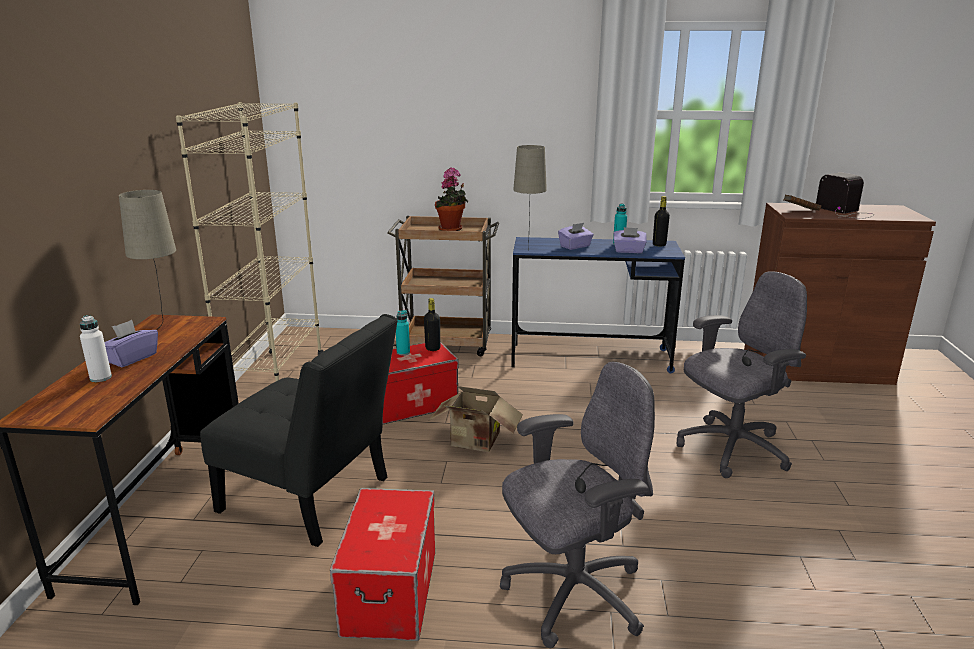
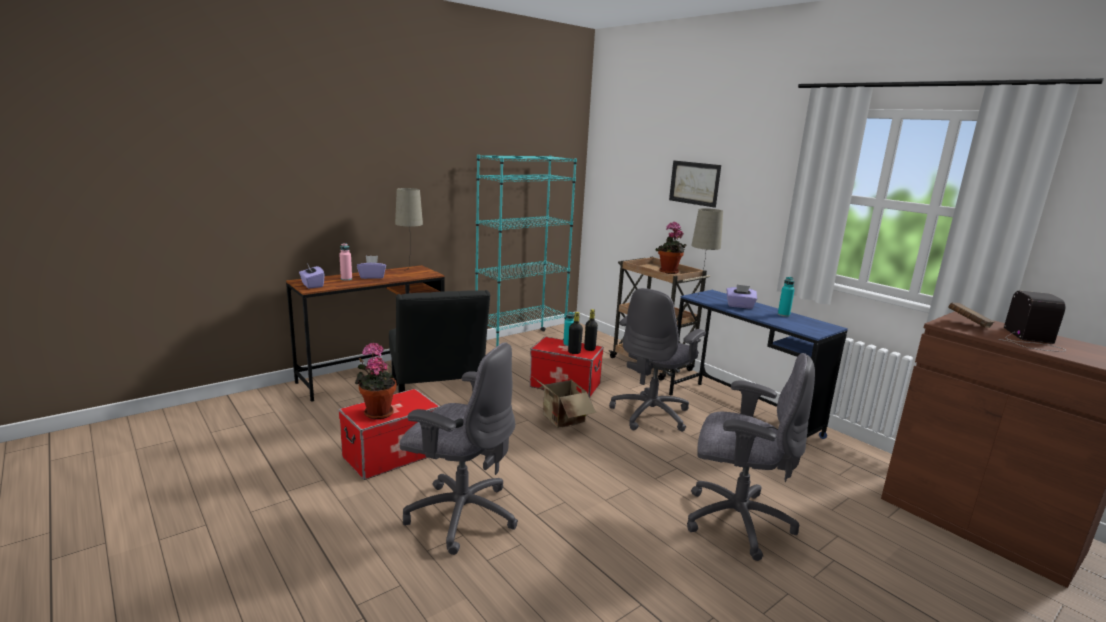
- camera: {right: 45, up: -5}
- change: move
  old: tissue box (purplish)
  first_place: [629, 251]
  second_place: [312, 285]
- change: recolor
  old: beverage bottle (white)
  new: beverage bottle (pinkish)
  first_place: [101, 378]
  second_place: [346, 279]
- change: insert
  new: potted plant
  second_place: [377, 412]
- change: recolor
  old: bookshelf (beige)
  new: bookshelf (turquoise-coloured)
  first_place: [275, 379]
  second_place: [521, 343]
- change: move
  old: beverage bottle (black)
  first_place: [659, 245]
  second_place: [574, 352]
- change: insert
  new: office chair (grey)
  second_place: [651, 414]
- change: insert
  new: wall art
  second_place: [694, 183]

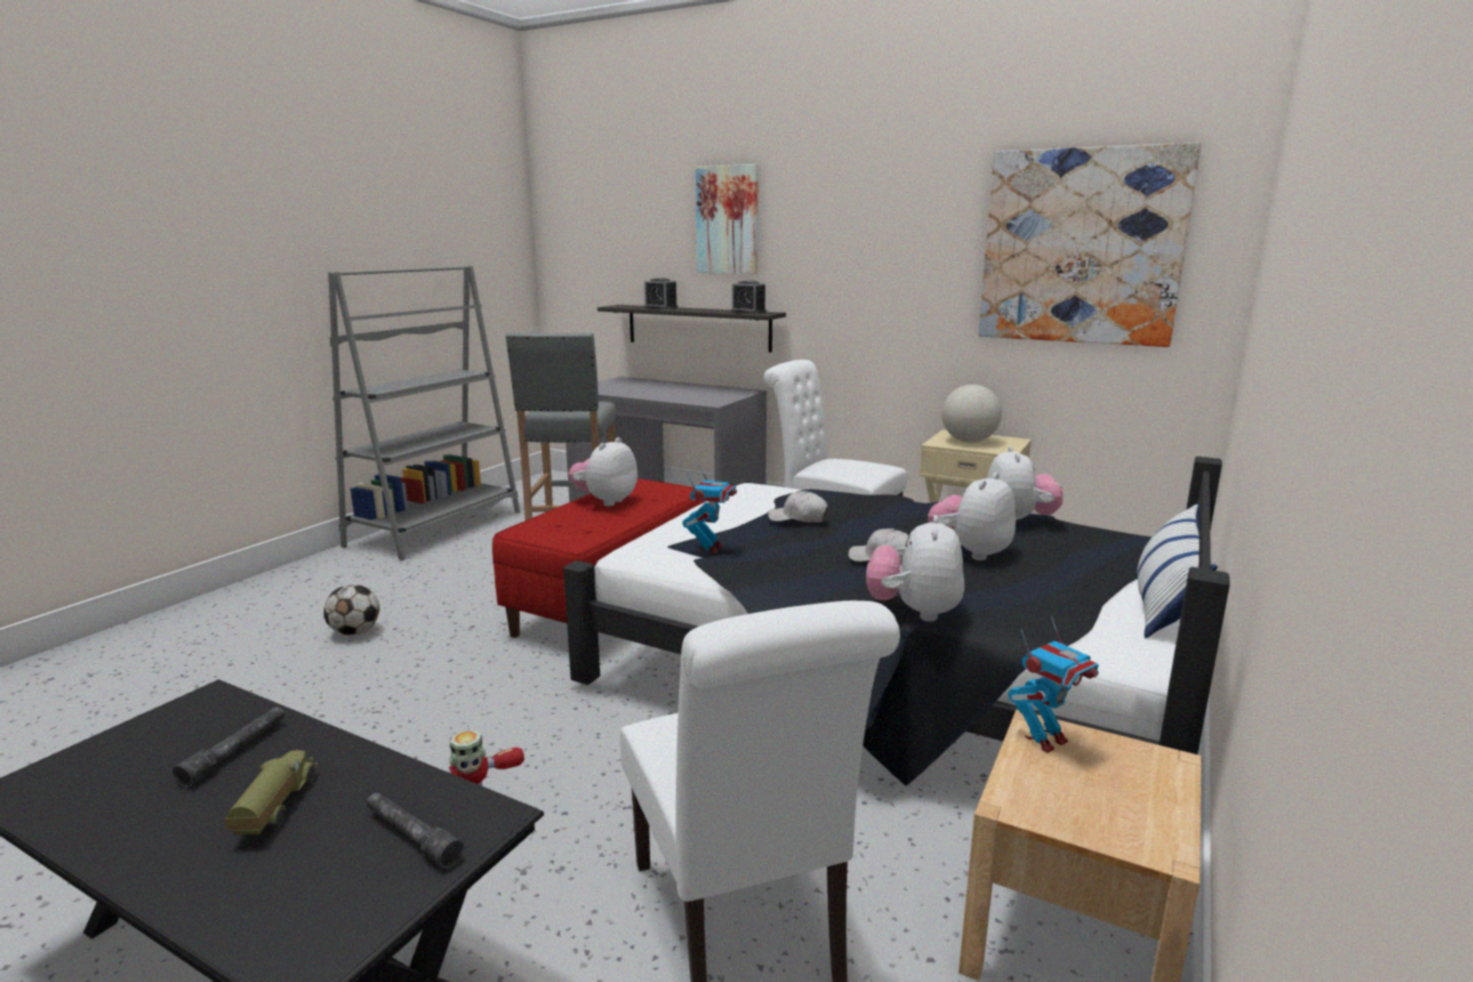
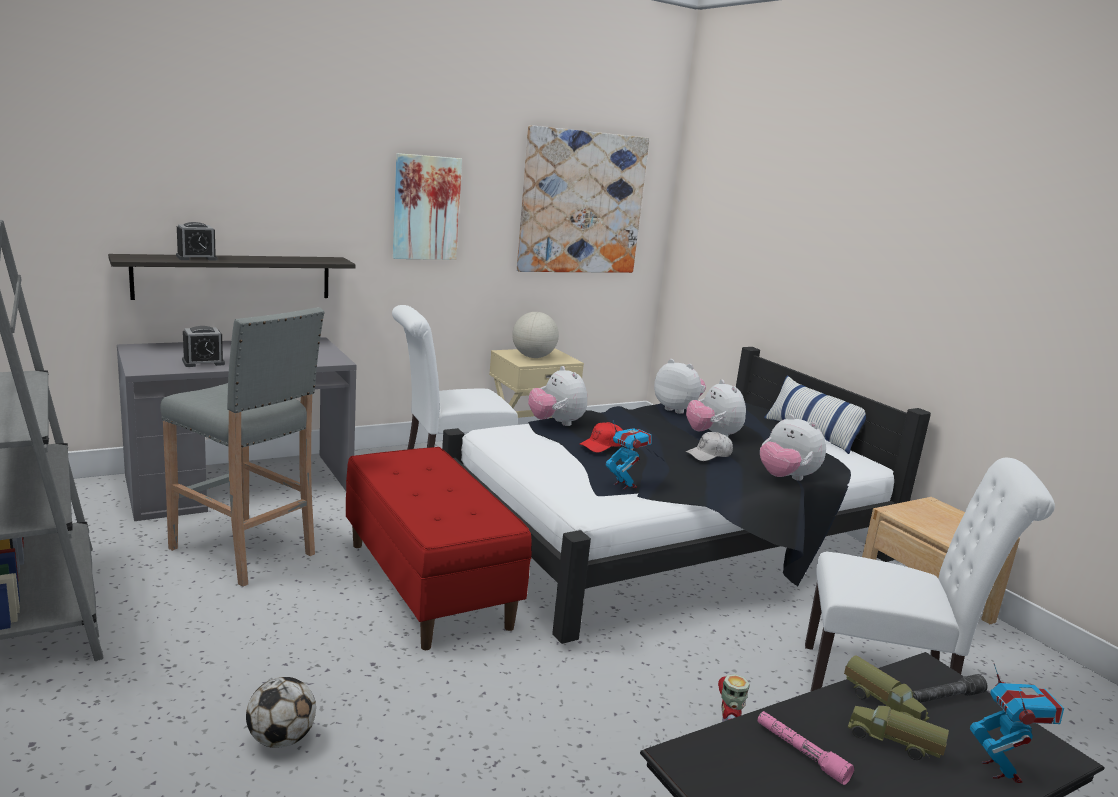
- camera: {right: -60, up: 0}
- change: move
  old: table clock
  first_place: [748, 312]
  second_place: [203, 362]
- change: move
  old: wall art
  first_place: [728, 220]
  second_place: [426, 208]
- change: move
  old: cuddly toy
  first_place: [605, 501]
  second_place: [556, 423]
- change: recolor
  old: baseball cap (white)
  new: baseball cap (red)
  first_place: [798, 518]
  second_place: [602, 445]
- change: recolor
  old: hand torch (grey)
  new: hand torch (pinkish)
  first_place: [236, 752]
  second_place: [800, 753]
- change: insert
  new: toy truck
  second_place: [883, 705]
- change: move
  old: robot figure
  first_place: [1045, 740]
  second_place: [1001, 771]

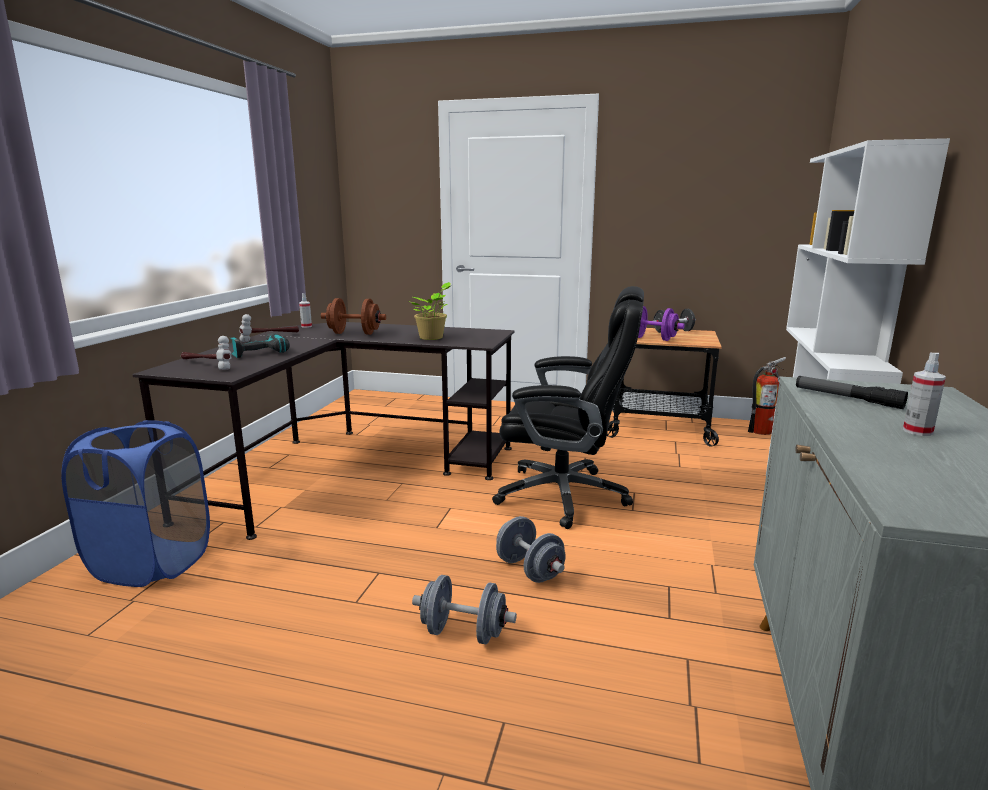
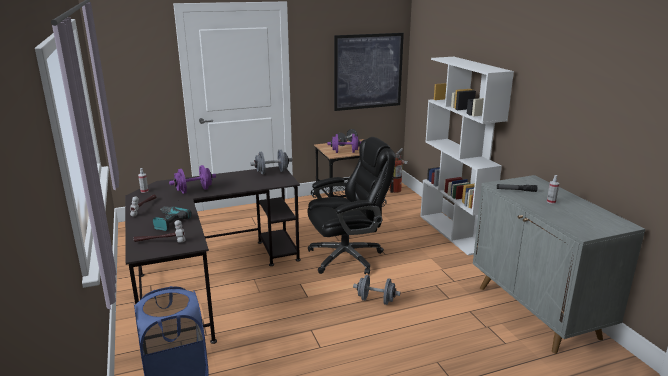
- camera: {right: -35, up: 5}
- change: recolor
  old: dumbbell (brown-coloured)
  new: dumbbell (purplish)
  first_place: [354, 333]
  second_place: [194, 190]
- change: move
  old: dumbbell (grey)
  first_place: [463, 633]
  second_place: [272, 172]
- change: insert
  new: wall art
  second_place: [368, 71]
- change: delete
  old: potted plant
  first_place: [432, 338]

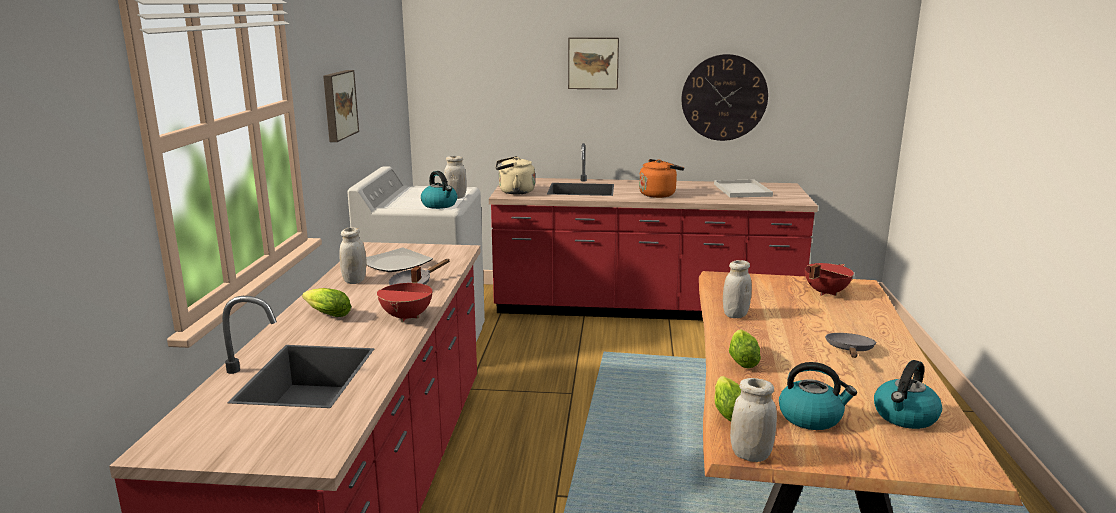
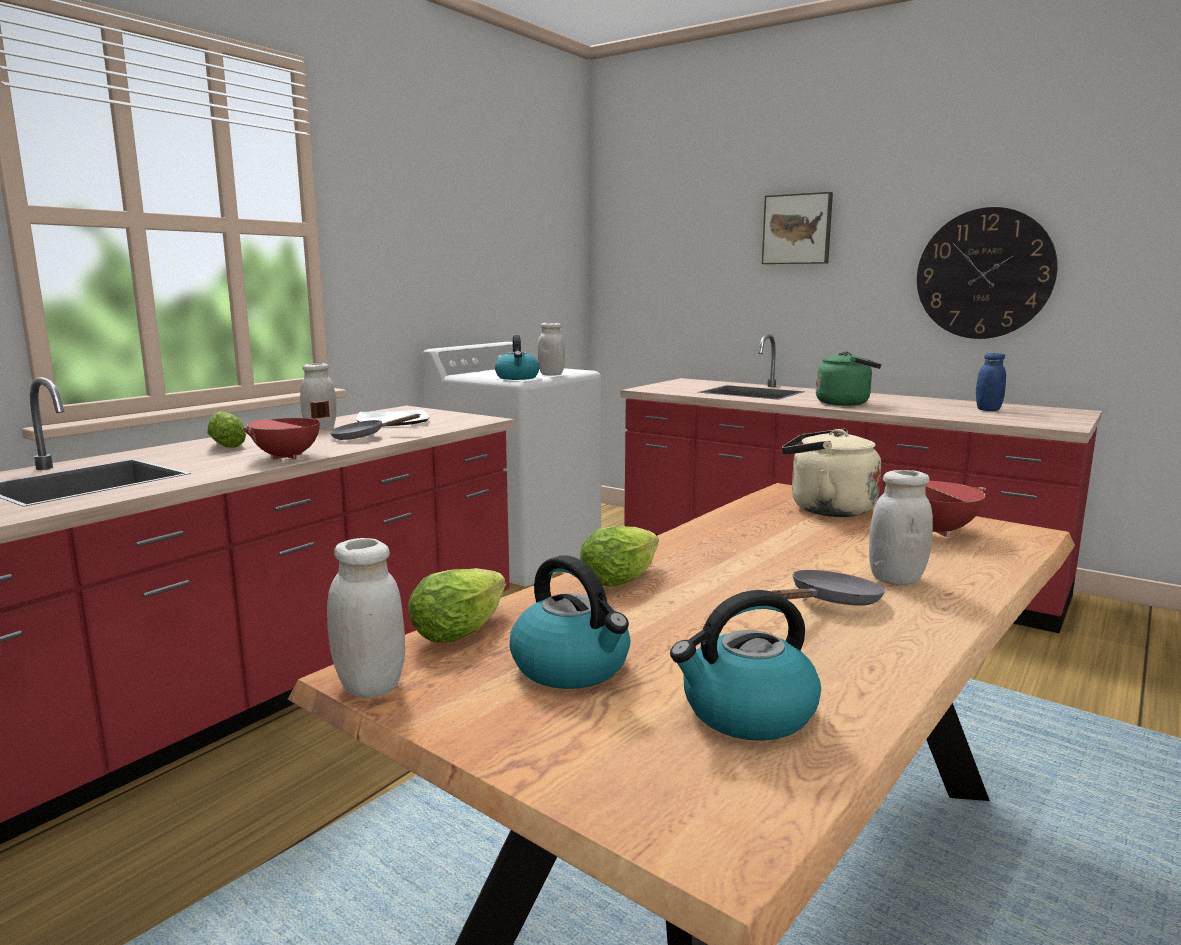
- camera: {right: 30, up: -5}
- change: move
  old: tea kettle (beige)
  first_place: [514, 192]
  second_place: [826, 509]
- change: recolor
  old: tea kettle (orangey)
  new: tea kettle (green)
  first_place: [659, 194]
  second_place: [845, 403]
- change: move
  old: storage jar (white)
  first_place: [735, 315]
  second_place: [896, 579]
- change: replace
  old: serving tray (white)
  new: storage jar (bluish)
  first_place: [743, 190]
  second_place: [988, 409]
- change: delete
  old: wall art
  first_place: [338, 105]

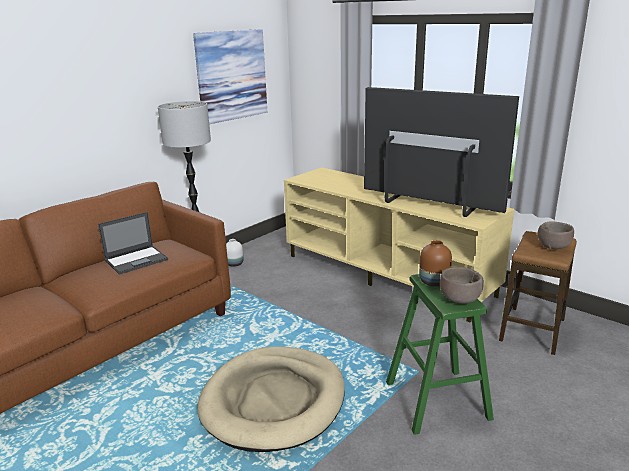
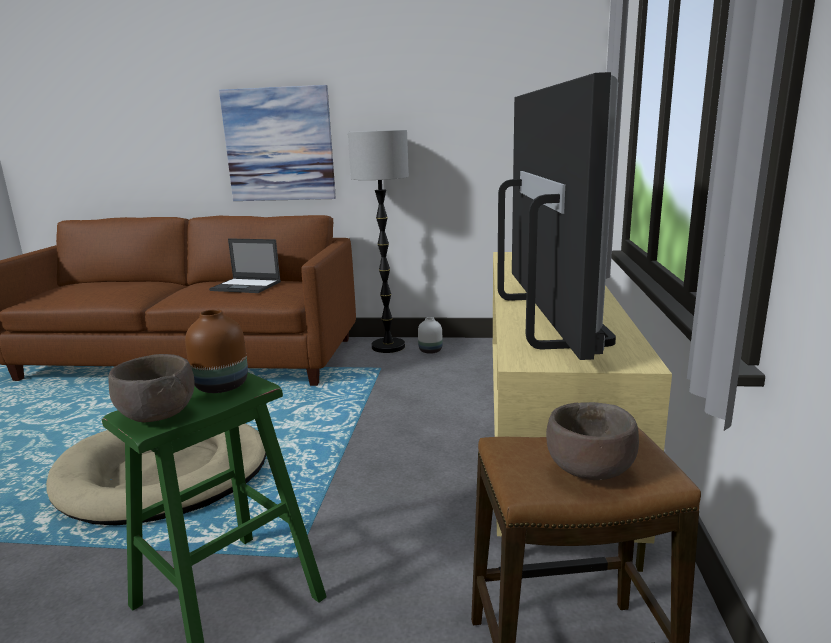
- camera: {right: 55, up: -5}
- change: move
  old: wall art
  first_place: [232, 76]
  second_place: [279, 145]

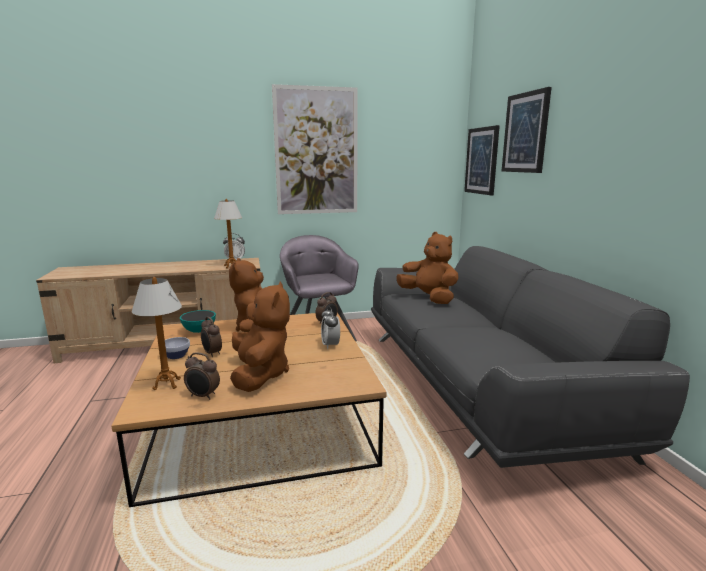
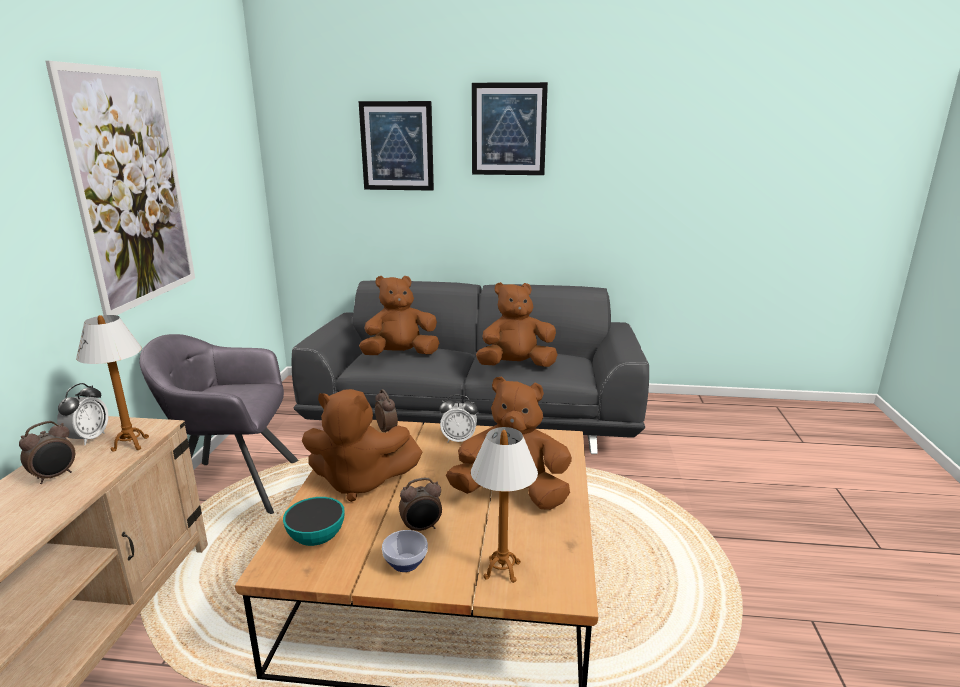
- camera: {right: -70, up: 5}
- change: move
  old: table clock
  first_place: [203, 396]
  second_place: [55, 476]
- change: move
  old: wall art
  first_place: [482, 161]
  second_place: [508, 129]
- change: insert
  new: cuddly toy (brown-coloured)
  second_place: [516, 366]

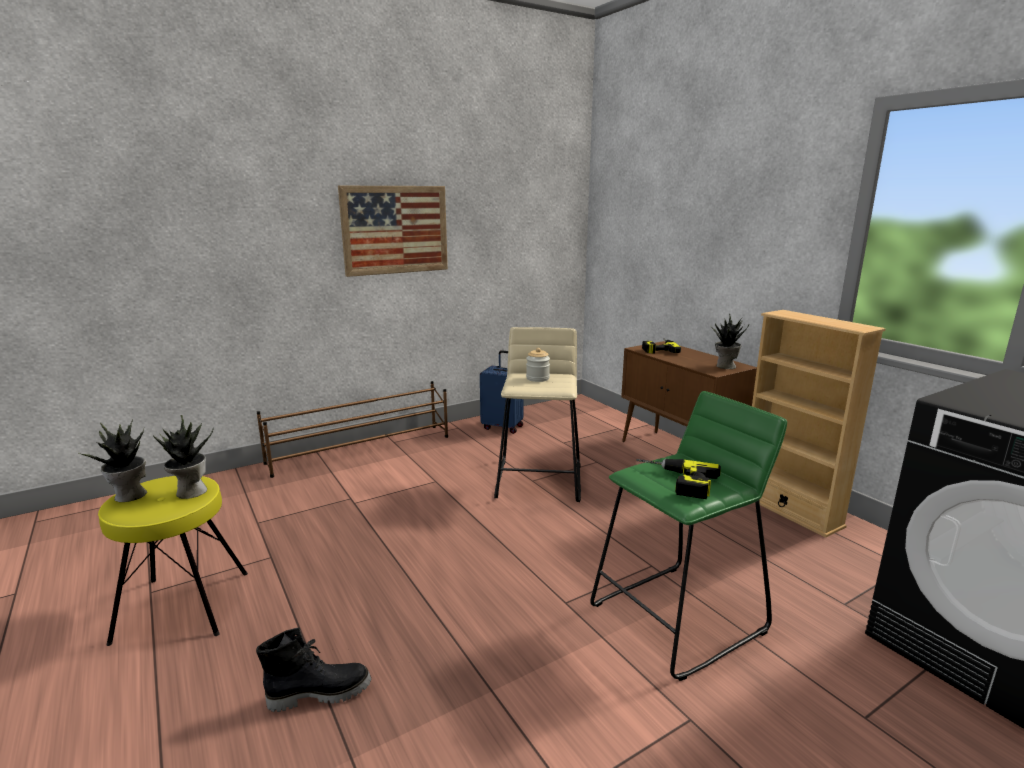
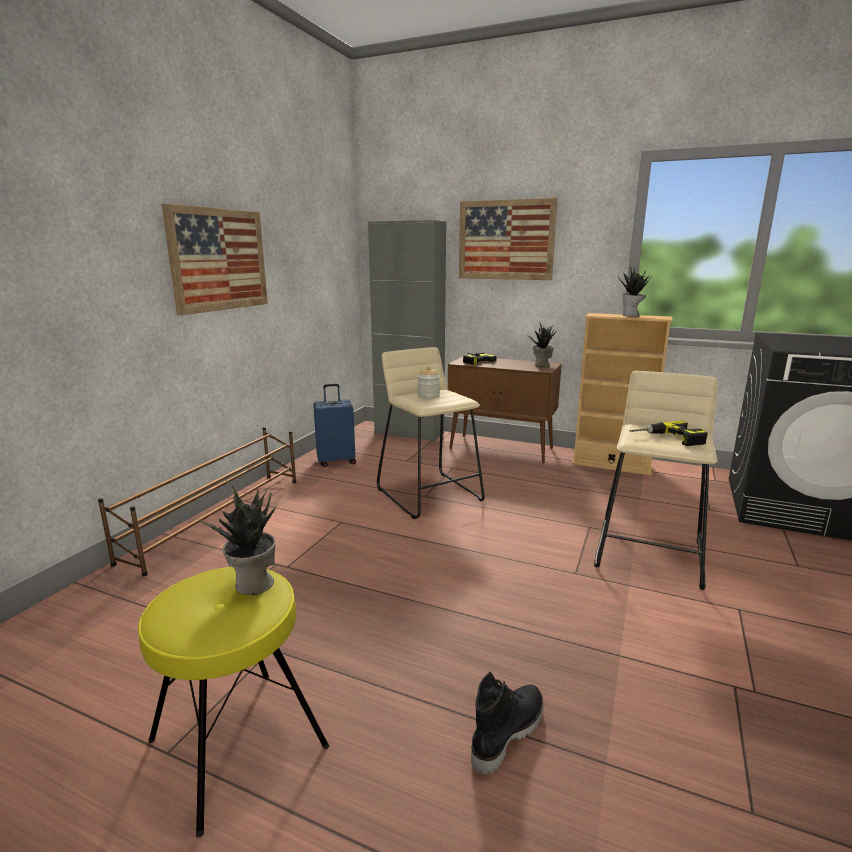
- camera: {right: -35, up: 0}
- change: insert
  new: storage cabinet (grey)
  second_place: [409, 433]
- change: insert
  new: wall art
  second_place: [506, 240]
- change: recolor
  old: stool seat (green)
  new: stool seat (beige)
  first_place: [678, 618]
  second_place: [650, 553]
- change: move
  old: potted plant
  first_place: [129, 496]
  second_place: [631, 315]

